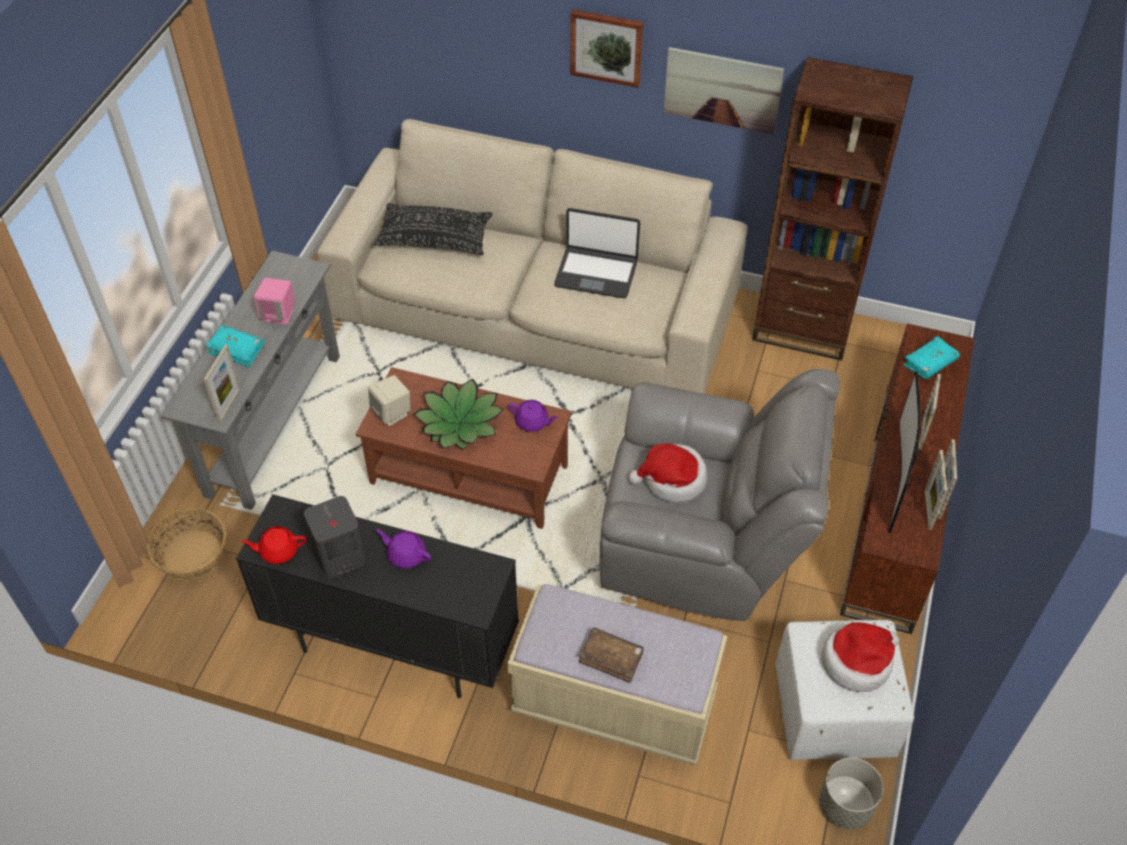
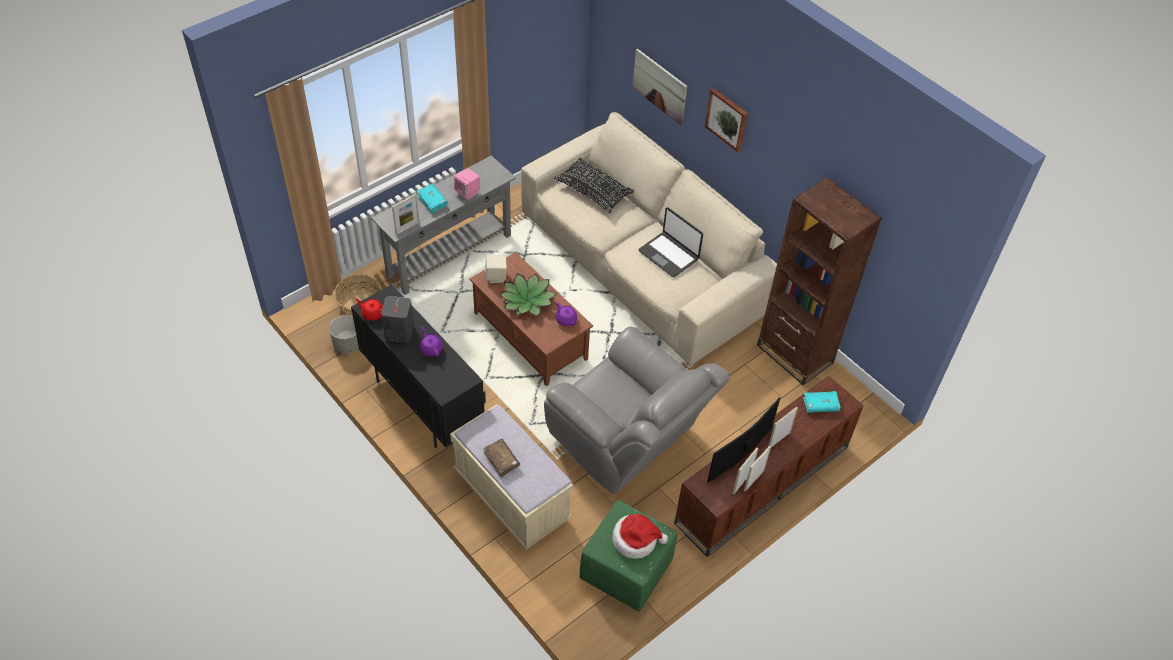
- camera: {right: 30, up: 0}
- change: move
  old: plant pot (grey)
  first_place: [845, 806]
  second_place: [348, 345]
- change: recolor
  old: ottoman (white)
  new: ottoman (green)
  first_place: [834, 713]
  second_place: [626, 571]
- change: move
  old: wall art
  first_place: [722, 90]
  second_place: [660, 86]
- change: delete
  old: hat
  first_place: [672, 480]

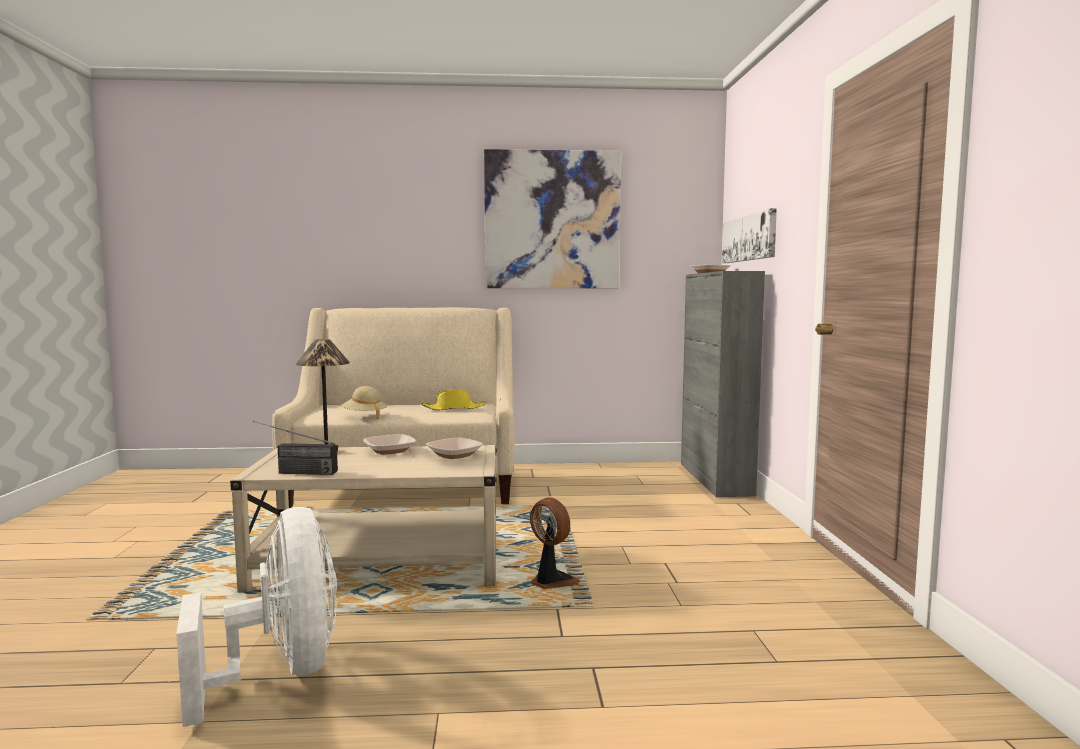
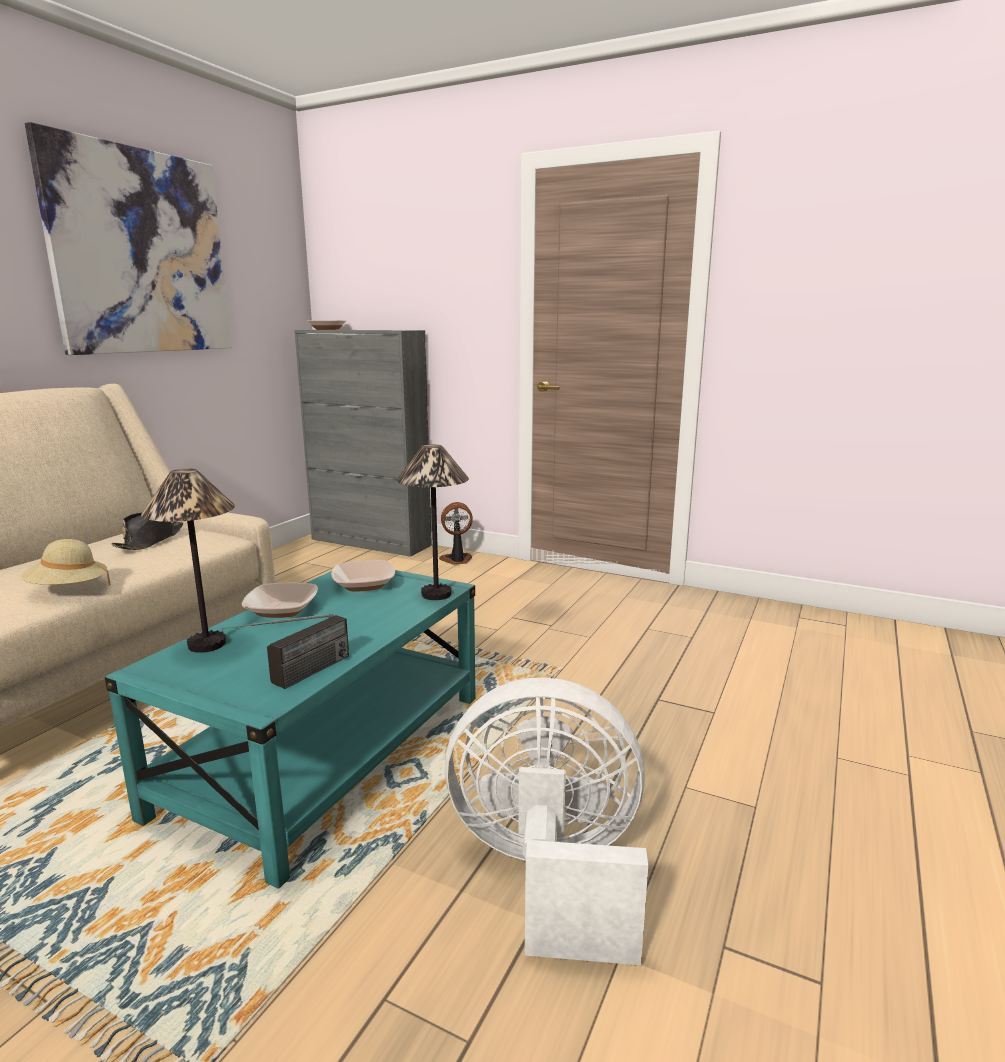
- camera: {right: -60, up: 10}
- change: recolor
  old: coffee table (beige)
  new: coffee table (turquoise-coloured)
  first_place: [380, 563]
  second_place: [328, 753]
- change: recolor
  old: hat (yellow-coloured)
  new: hat (black)
  first_place: [454, 408]
  second_place: [150, 541]
- change: insert
  new: tabletop lamp
  second_place: [436, 594]
- change: move
  old: cooling fan
  first_place: [551, 581]
  second_place: [457, 560]
- change: delete
  old: wall art
  first_place: [749, 238]

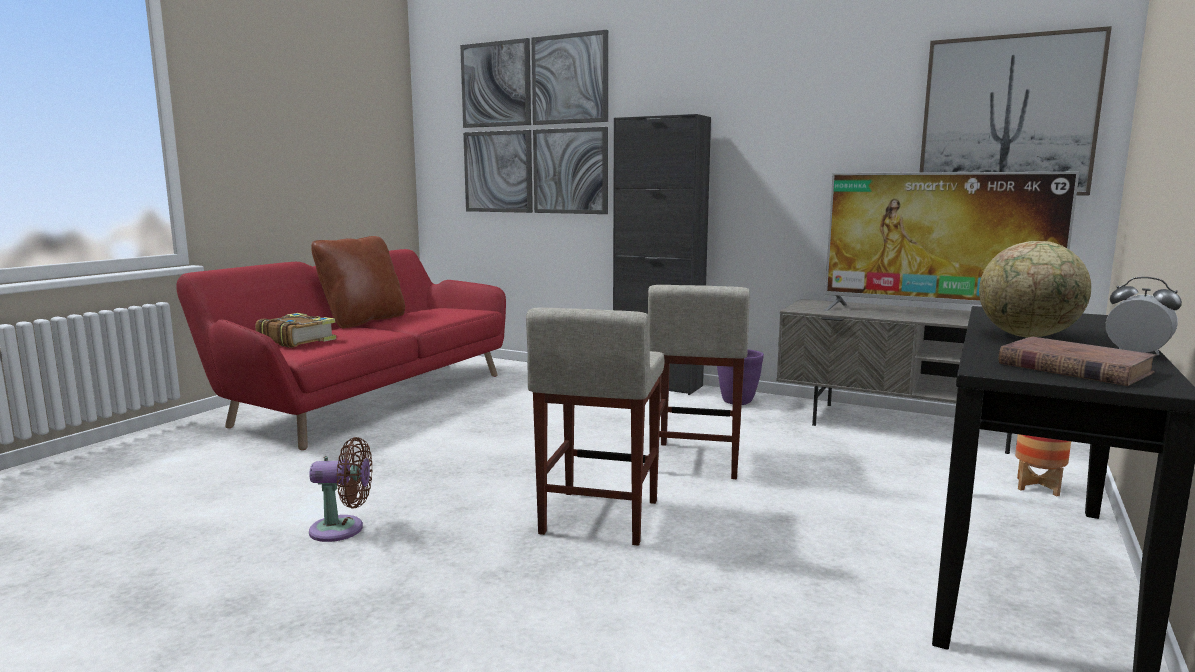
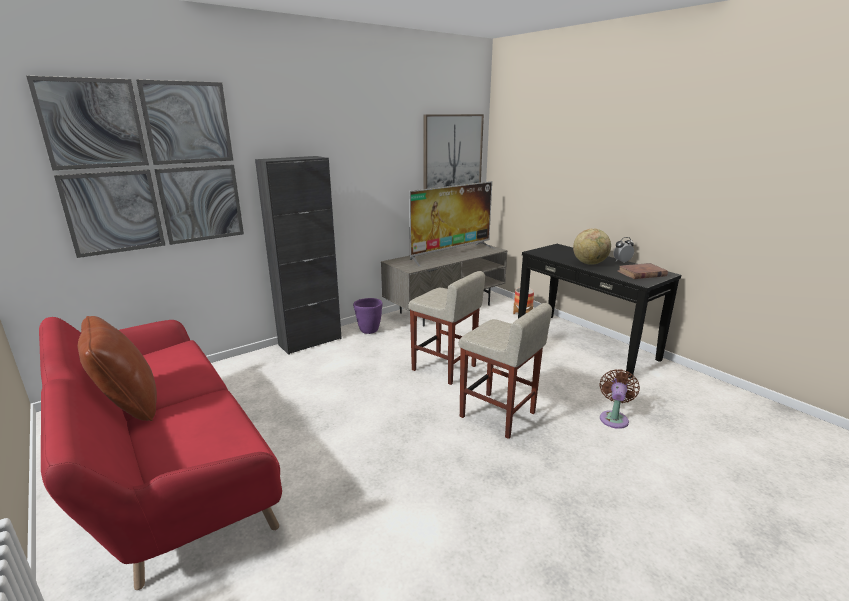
- camera: {right: -65, up: 10}
- change: move
  old: cooling fan (brown-coloured)
  first_place: [342, 529]
  second_place: [614, 418]
- change: delete
  old: volume
  first_place: [297, 340]

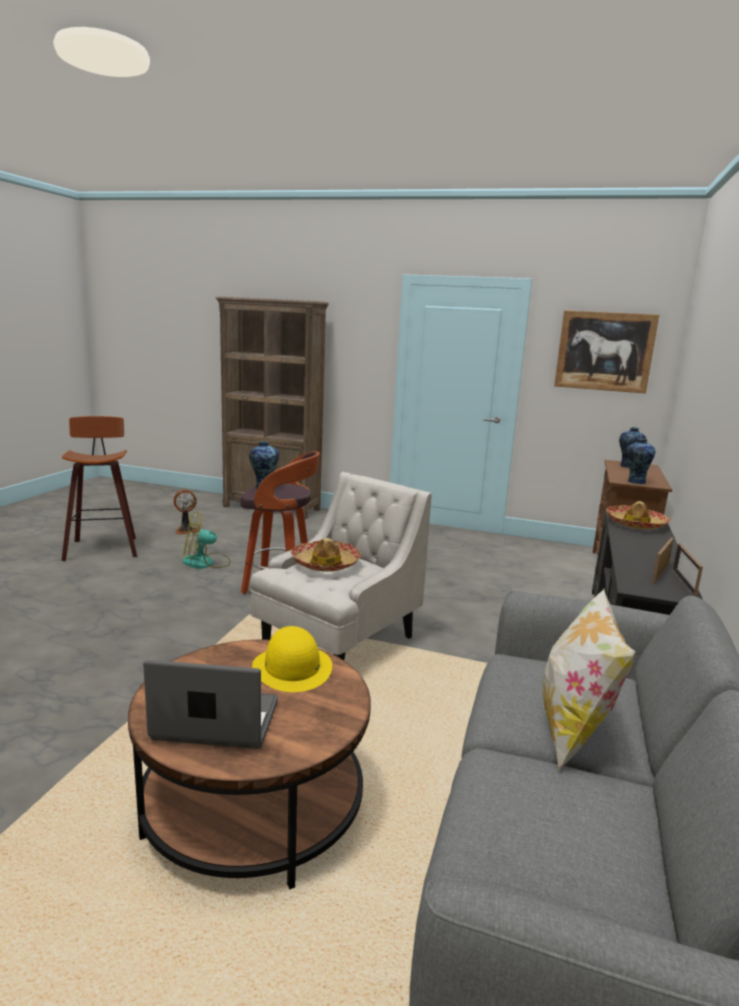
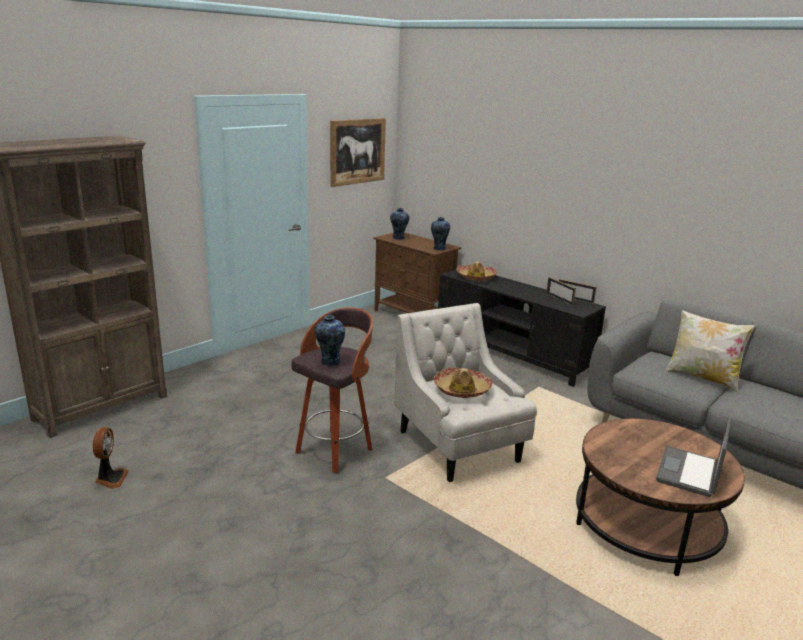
- camera: {right: -65, up: 5}
- change: delete
  old: stool seat
  first_place: [102, 548]
- change: delete
  old: cooling fan
  first_place: [205, 563]
- change: delete
  old: hat (yellow-coloured)
  first_place: [292, 668]

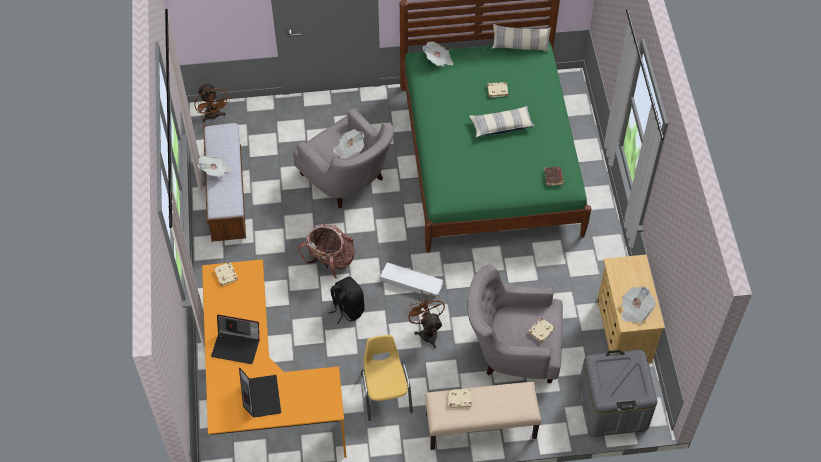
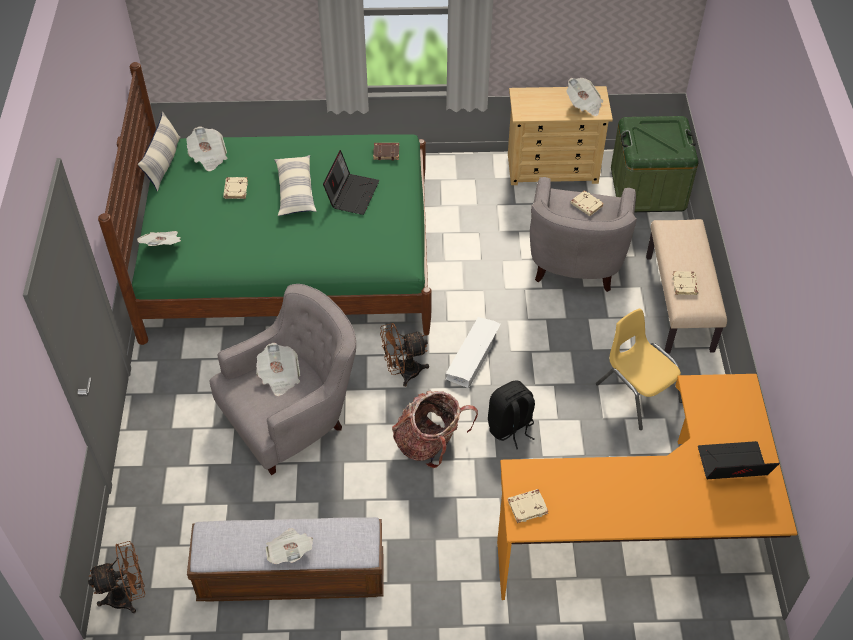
- camera: {right: -85, up: -5}
- change: insert
  new: daily paper
  second_place: [208, 157]
- change: move
  old: laptop
  first_place: [237, 346]
  second_place: [352, 193]
- change: move
  old: cooling fan (brown-coloured)
  first_place: [427, 331]
  second_place: [403, 372]
- change: rotate
  old: chair (yellow-coloured)
  first_place: [385, 393]
  second_place: [637, 393]
  degrees: 60
- change: recolor
  old: storage box (grey)
  new: storage box (green)
  first_place: [612, 406]
  second_place: [648, 188]

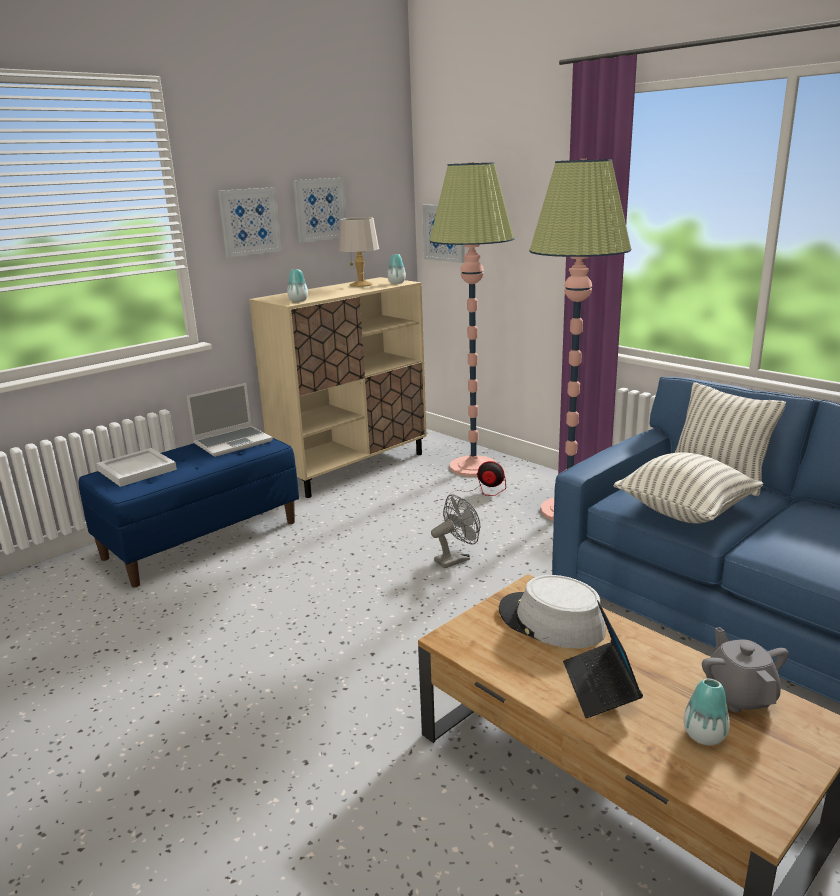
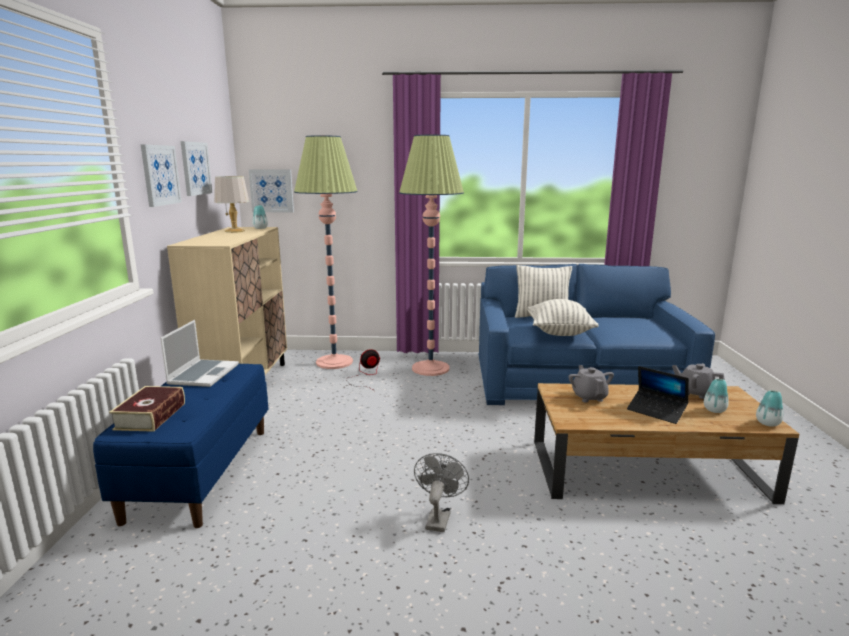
- camera: {right: -45, up: -5}
- change: replace
  old: serving tray (white)
  new: volume
  first_place: [135, 470]
  second_place: [150, 416]
- change: move
  old: cooling fan (grey)
  first_place: [456, 559]
  second_place: [438, 517]
- change: replace
  old: hat (grey)
  new: tea pot (grey)
  first_place: [550, 621]
  second_place: [589, 397]
- change: move
  old: vase
  first_place: [298, 301]
  second_place: [767, 423]

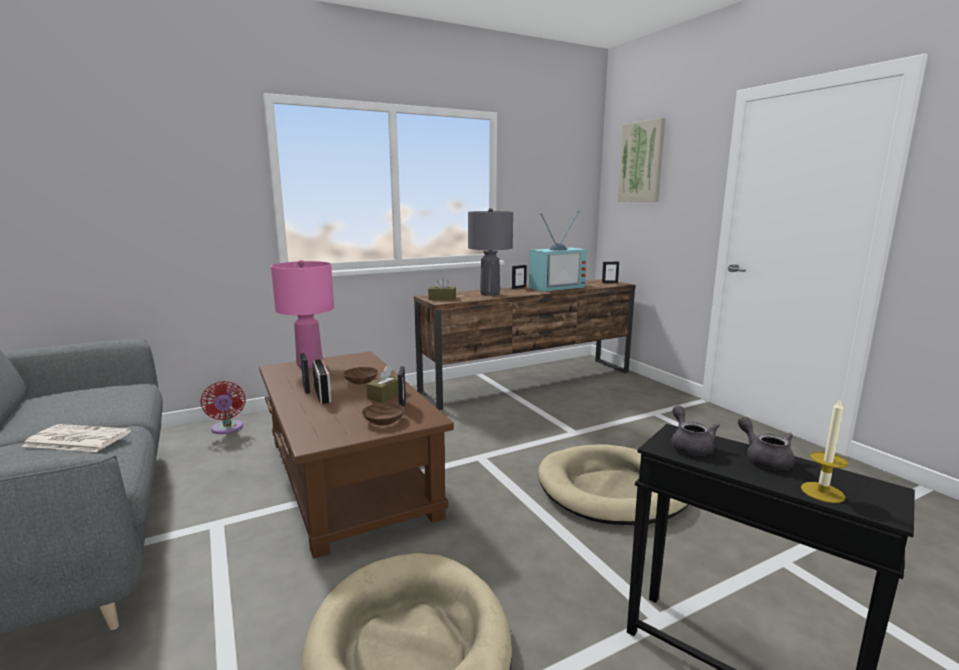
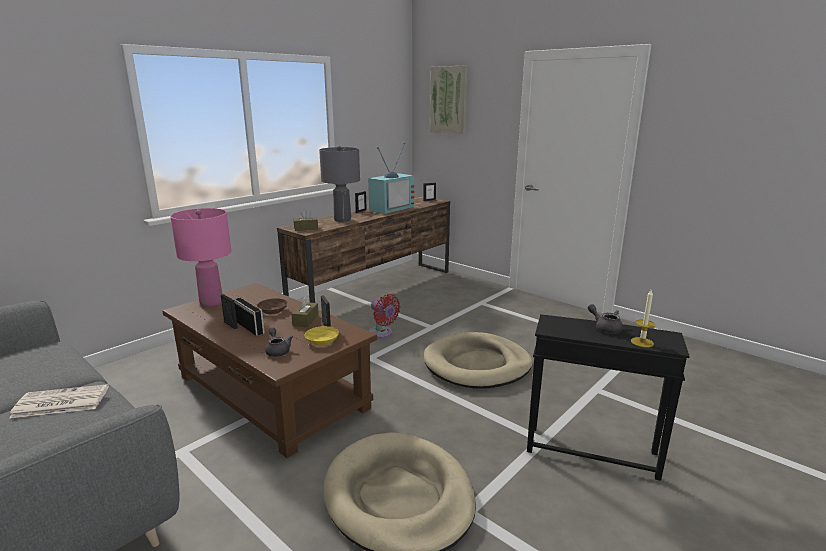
- camera: {right: -20, up: 5}
- change: move
  old: tea pot (grey)
  first_place: [690, 445]
  second_place: [277, 350]
- change: recolor
  old: serving bowl (brown-coloured)
  new: serving bowl (yellow-coloured)
  first_place: [385, 420]
  second_place: [323, 341]
- change: move
  old: cooling fan (red)
  first_place: [227, 429]
  second_place: [382, 333]

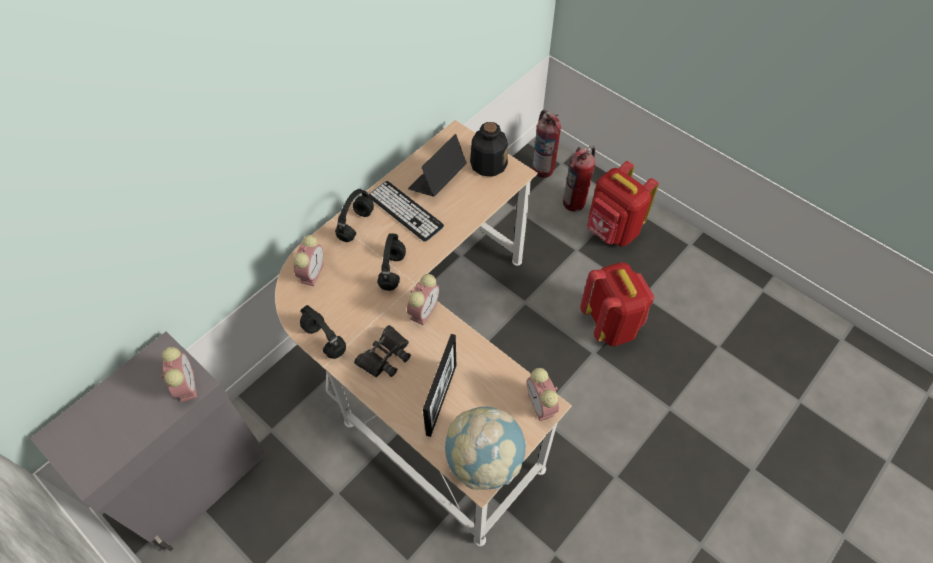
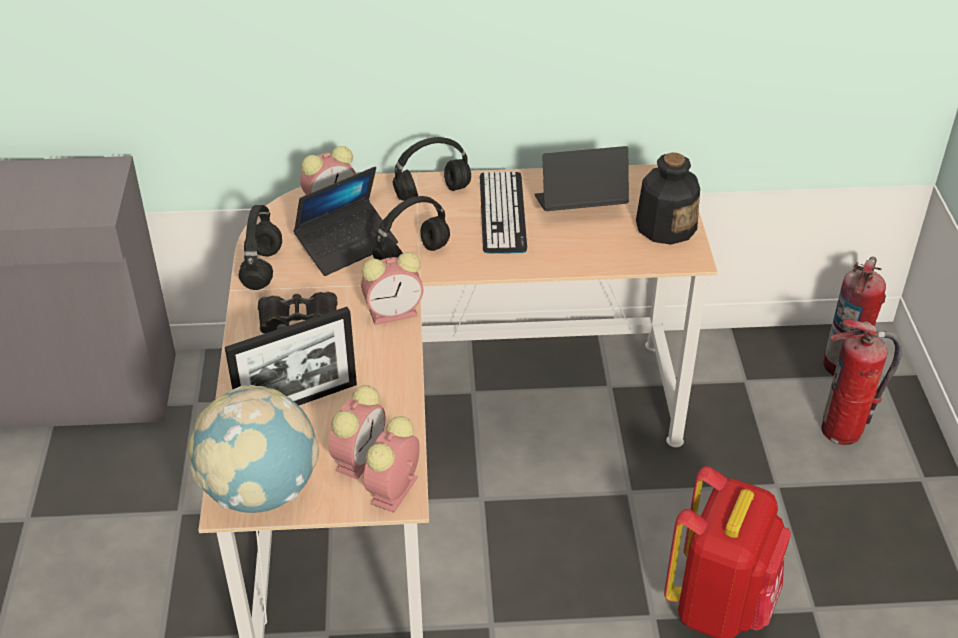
- camera: {right: 45, up: -15}
- change: insert
  new: laptop
  second_place: [347, 245]
- change: move
  old: table clock
  first_place: [186, 384]
  second_place: [359, 456]
- change: delete
  old: knapsack (red)
  first_place: [612, 231]

